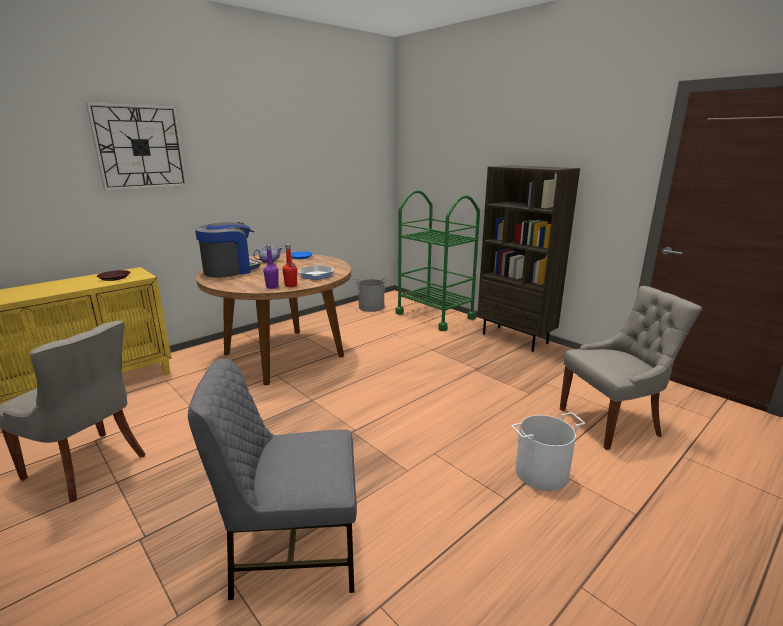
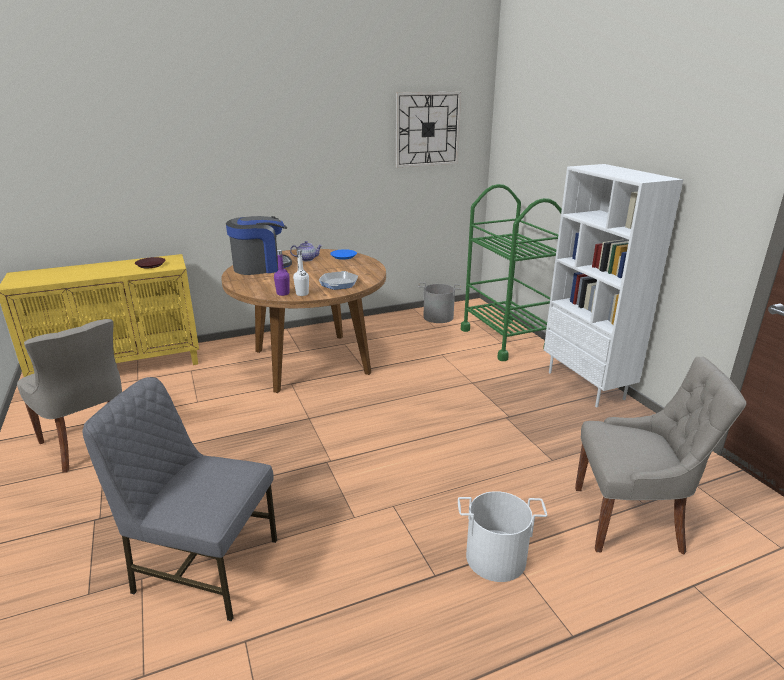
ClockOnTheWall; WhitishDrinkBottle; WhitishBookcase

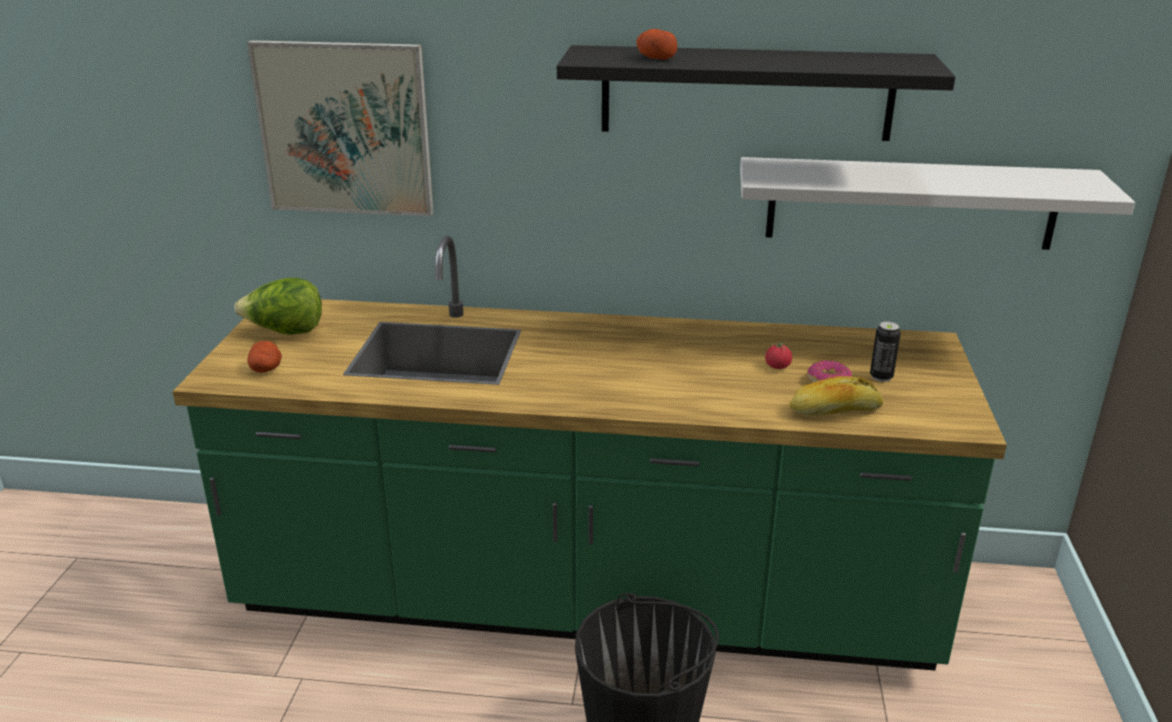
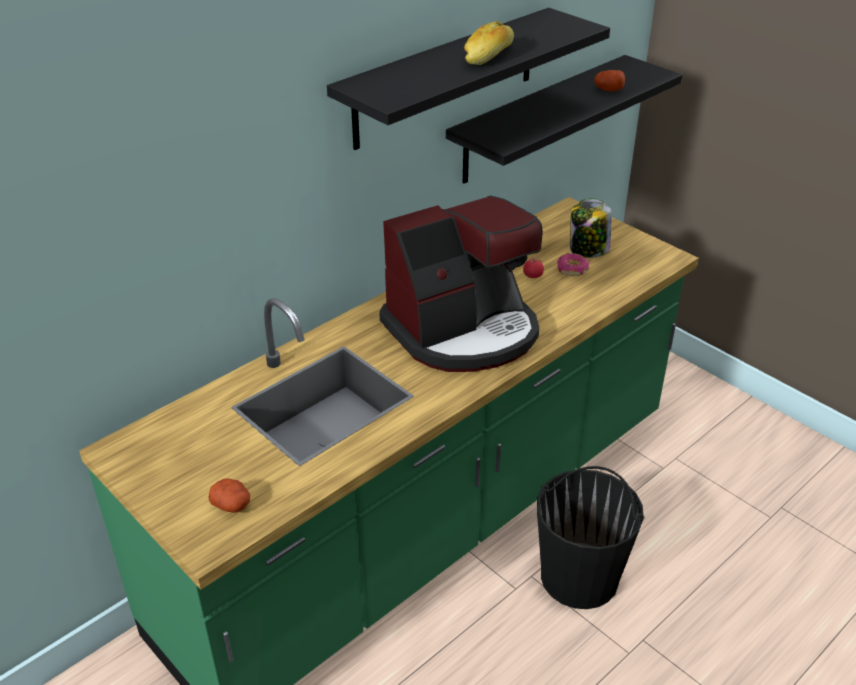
HeadOfLettuce; WallPicture; Spud (2nd from left); BlackishWallShelf (2nd from left); BakedBread; StorageJar; CoffeeMachine

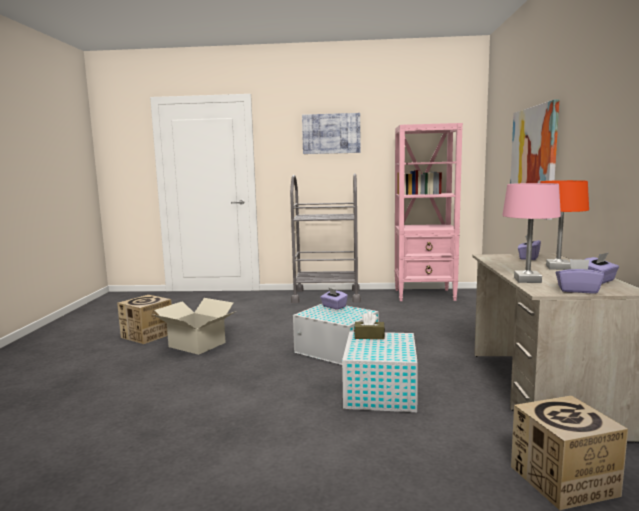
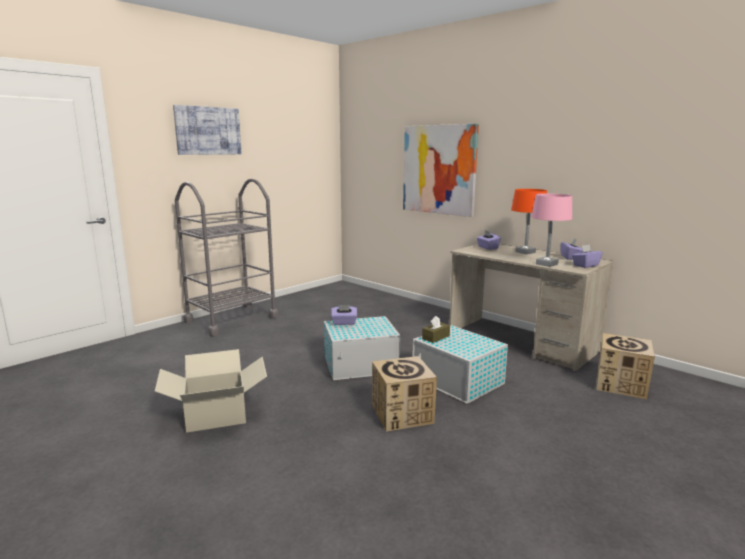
CardboardBox (2nd from left); PinkBookcase

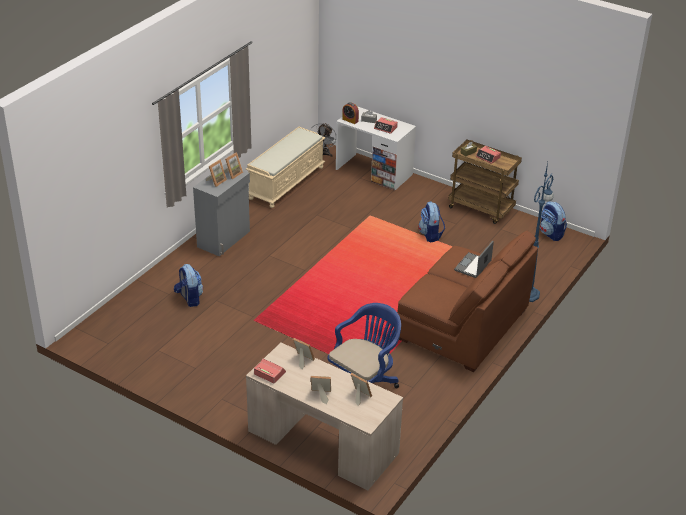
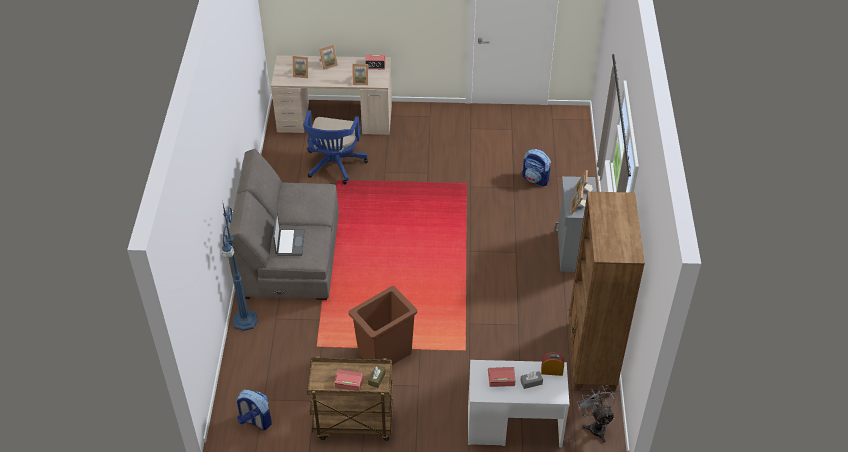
BrownishBookcase; GreyishSettee; BrownishTrashCan

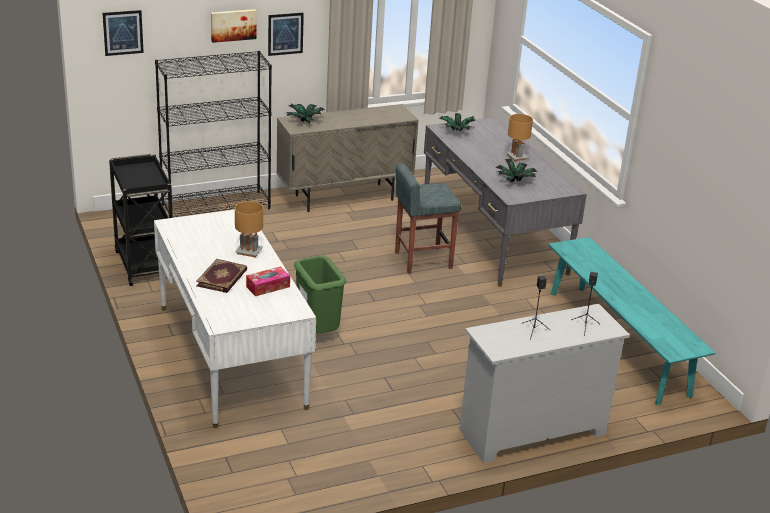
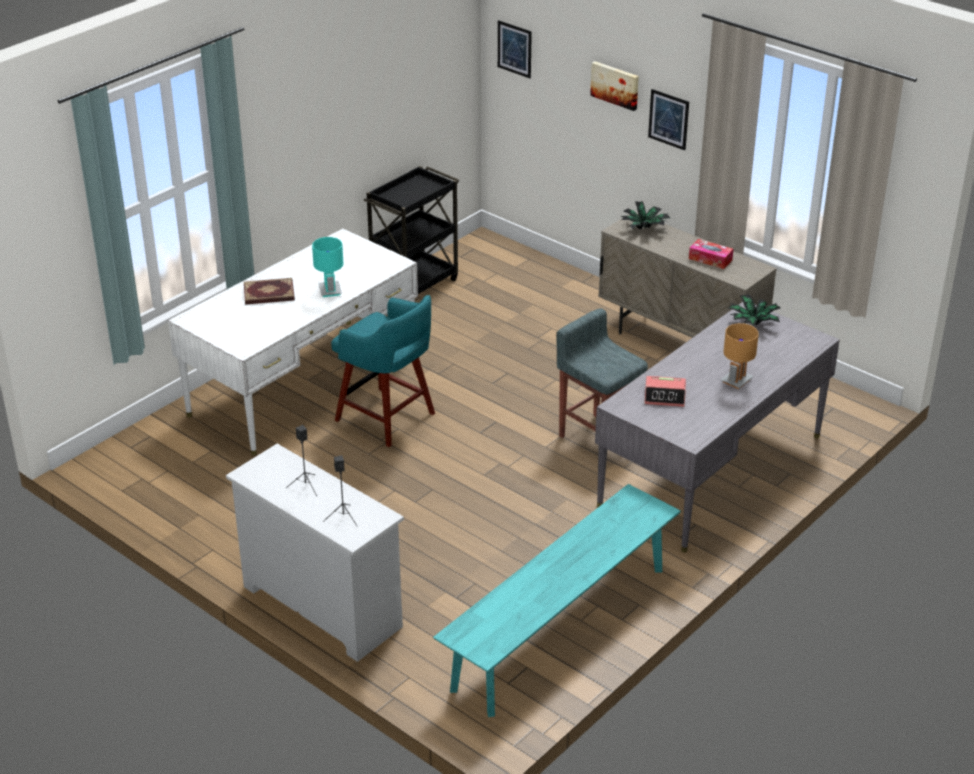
BlackishBookcase; BlueGreenTabletopLamp; TissueHolder; BlueGreenSittingStool; AlarmClock

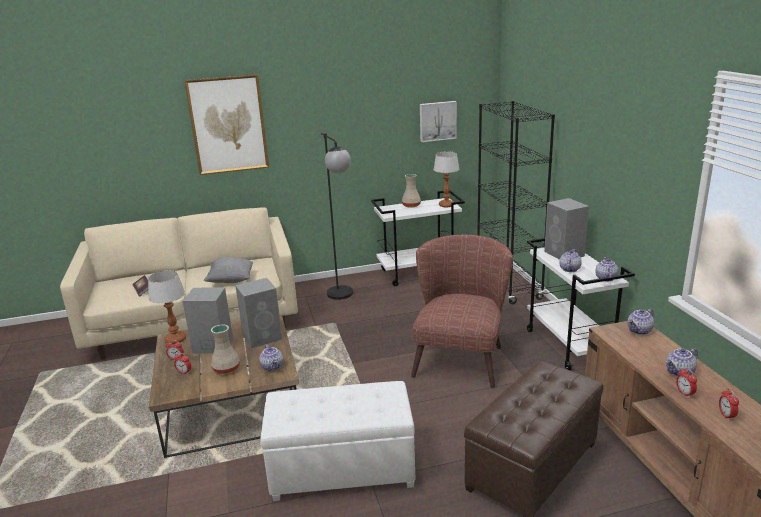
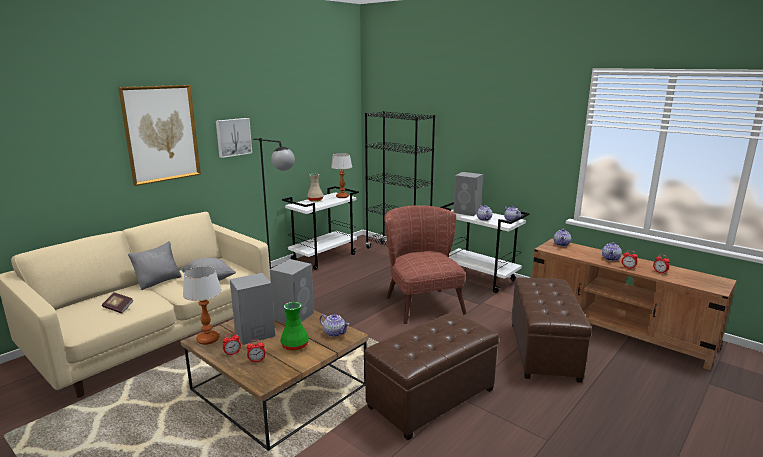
GreenishVase; BrownishFootrest (1st from left); WallPicture (2nd from left); GreyishThrowPillow (1st from left)

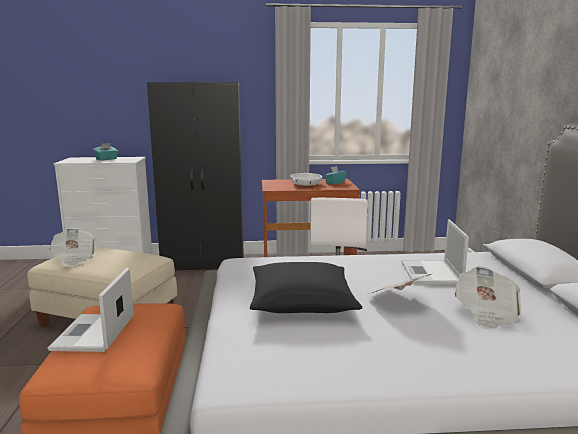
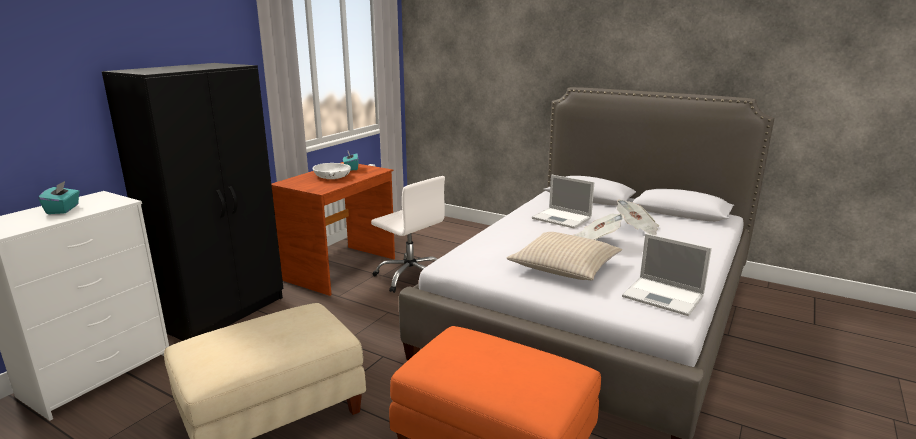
NotebookComputer (2nd from left); Newspaper (1st from left in the first image); BeigeThrowPillow

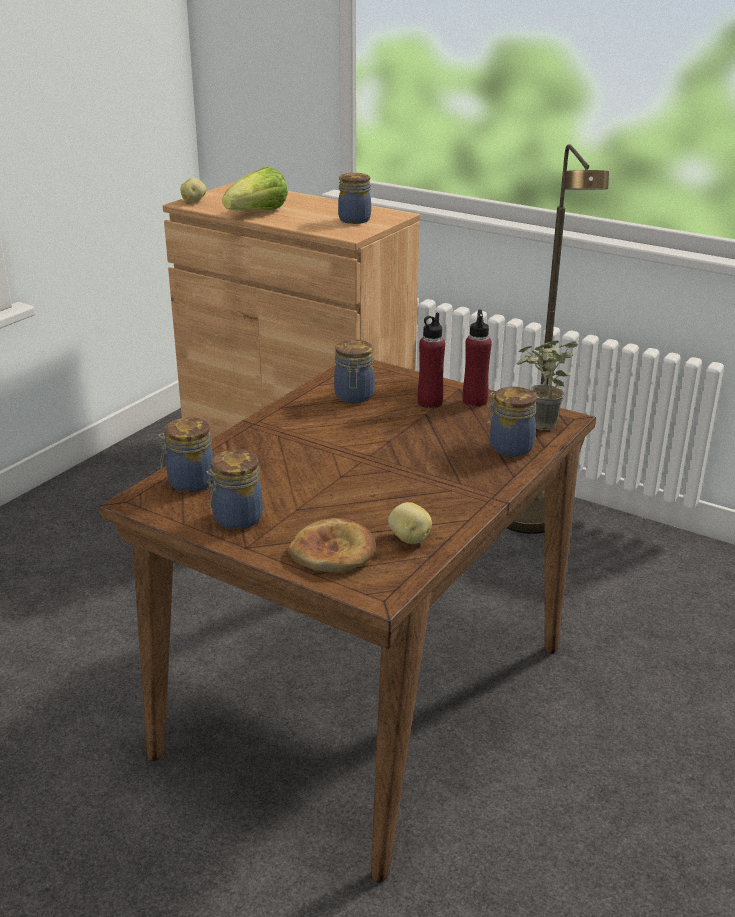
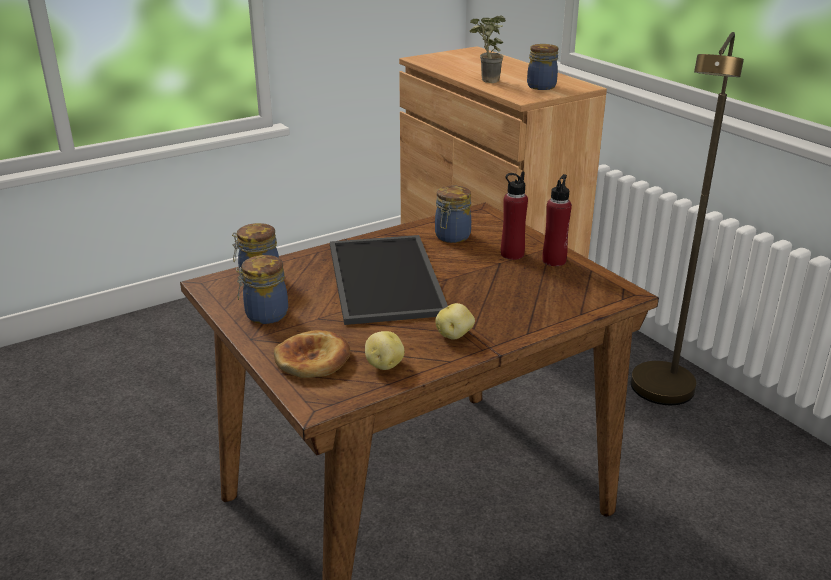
Spud (2nd from left); HeadOfLettuce; StorageJar (5th from left in the first image); Houseplant; CarryingTray

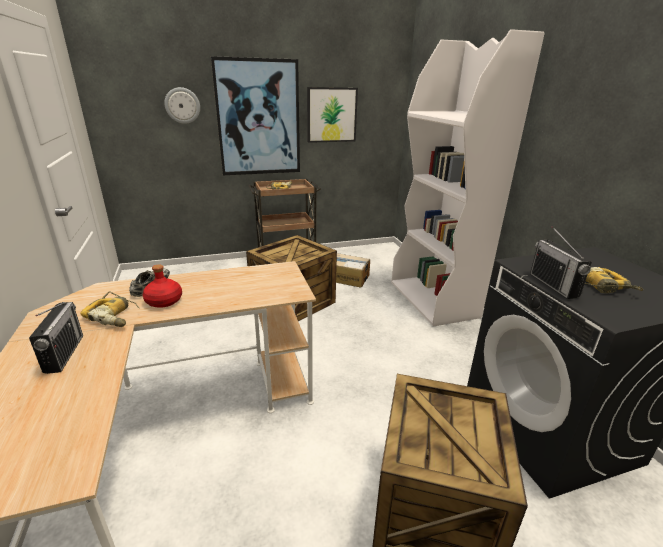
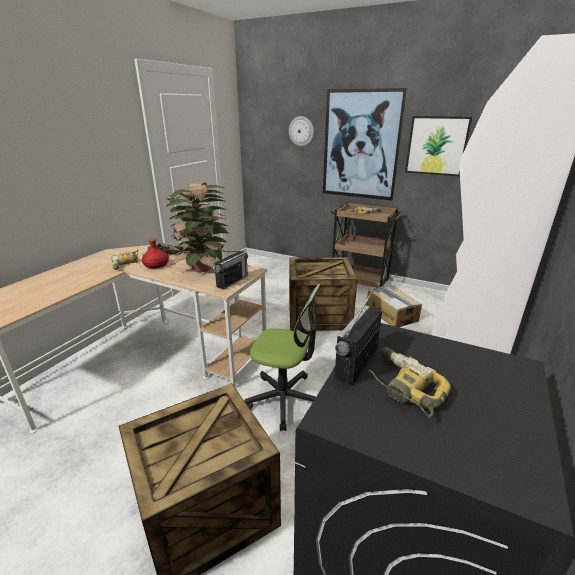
RadioReceiver (1st from left); Houseplant; DeskChair

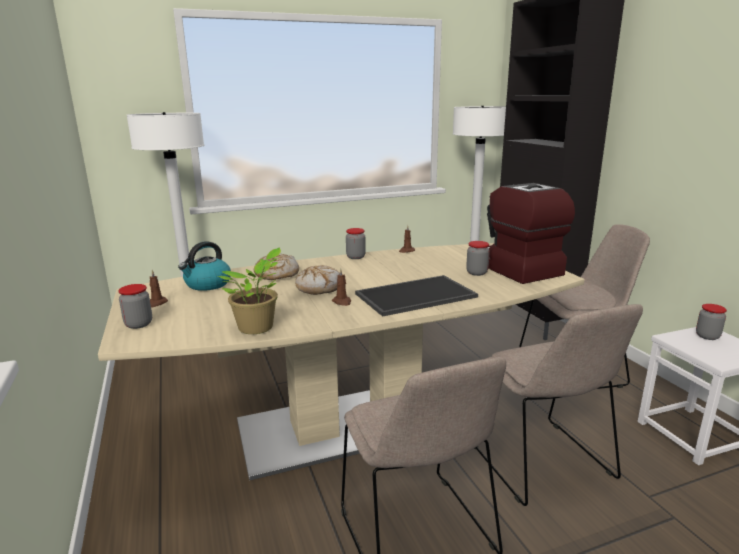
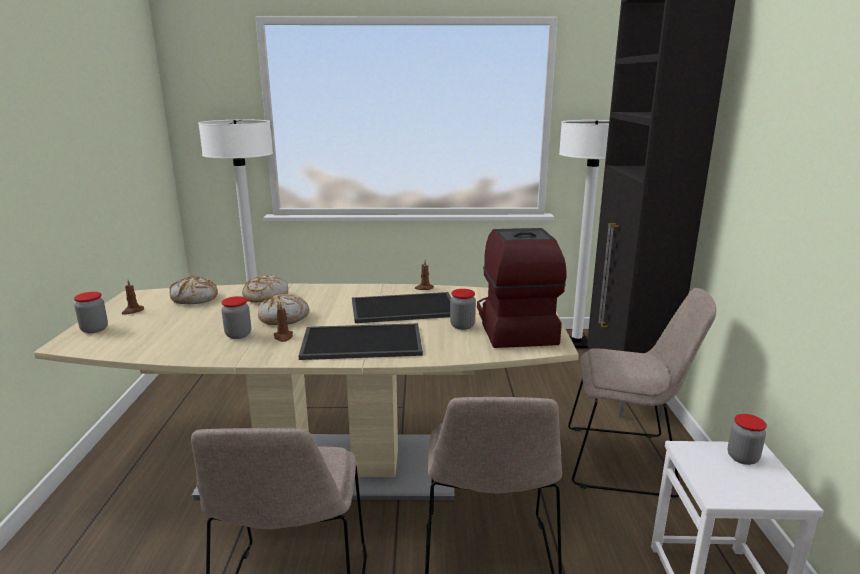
BakedBread (1st from left); Houseplant; StorageJar (2nd from left); CarryingTray (2nd from left)

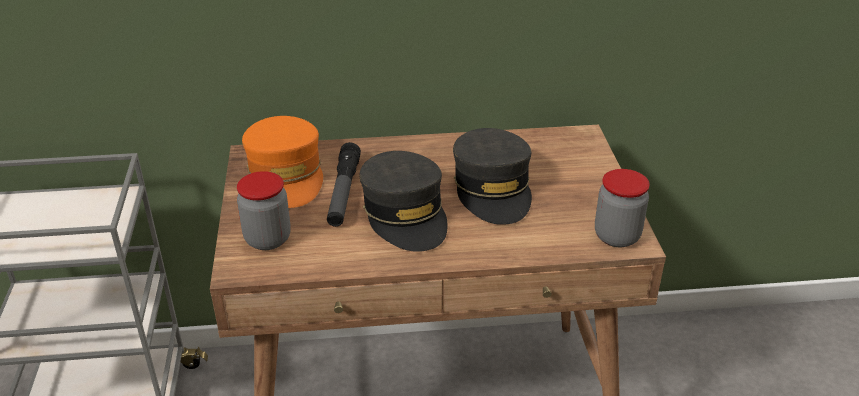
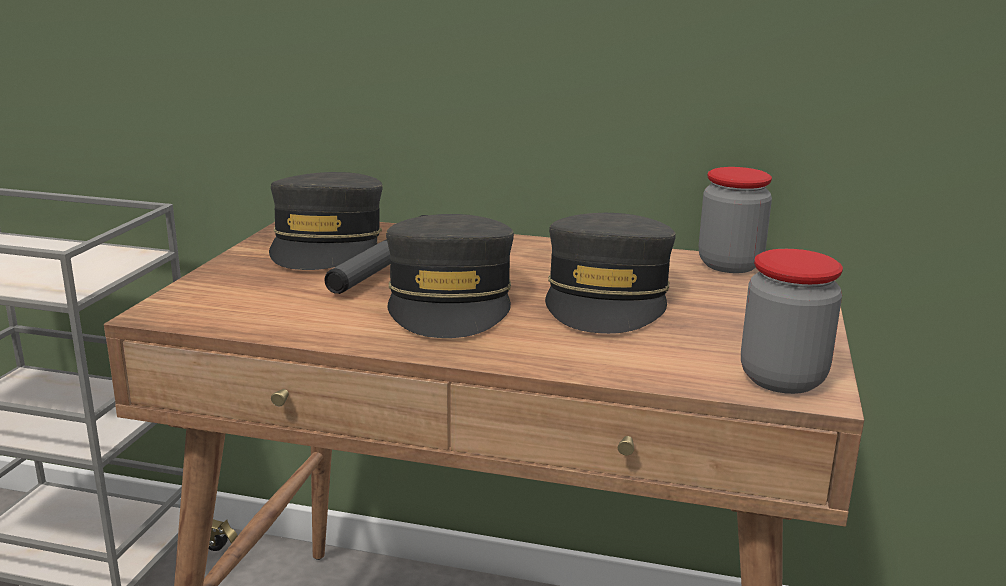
StorageJar (1st from left); GreyishCap (1st from left)

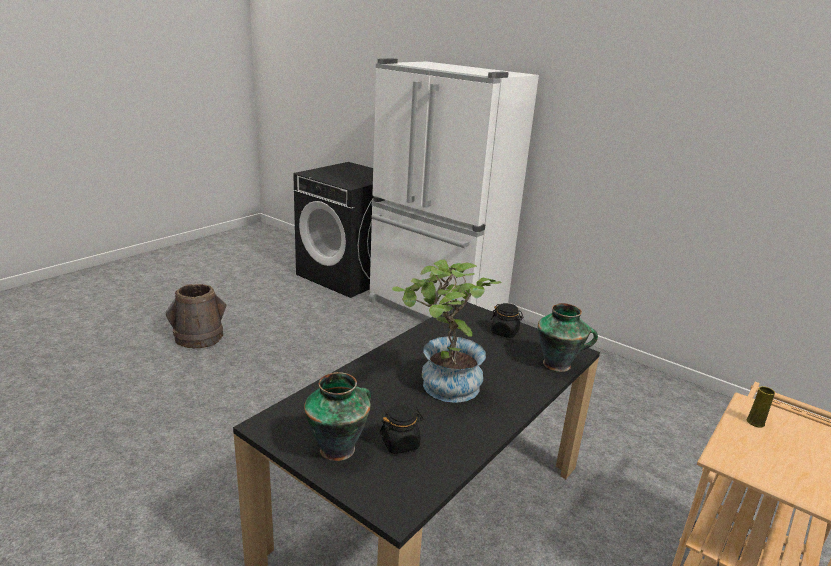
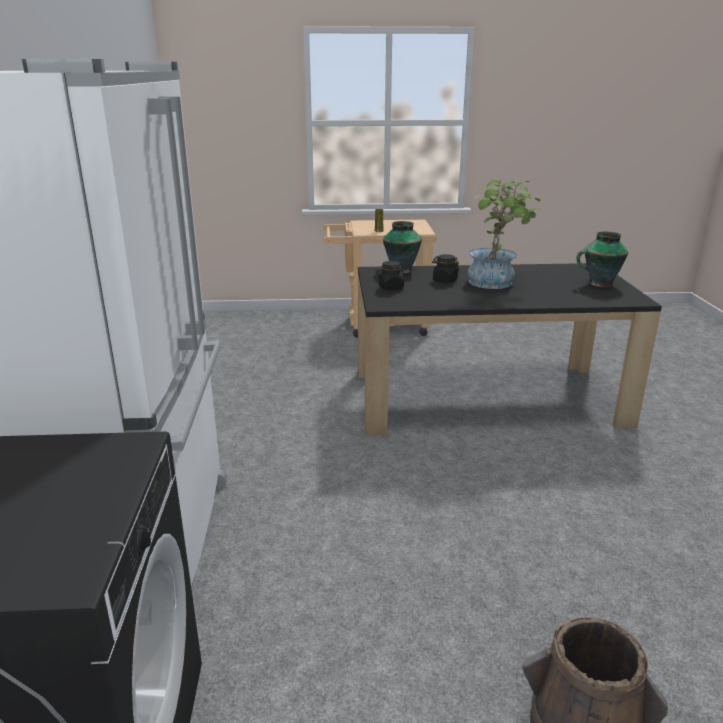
BlackishStorageJar (2nd from left)

